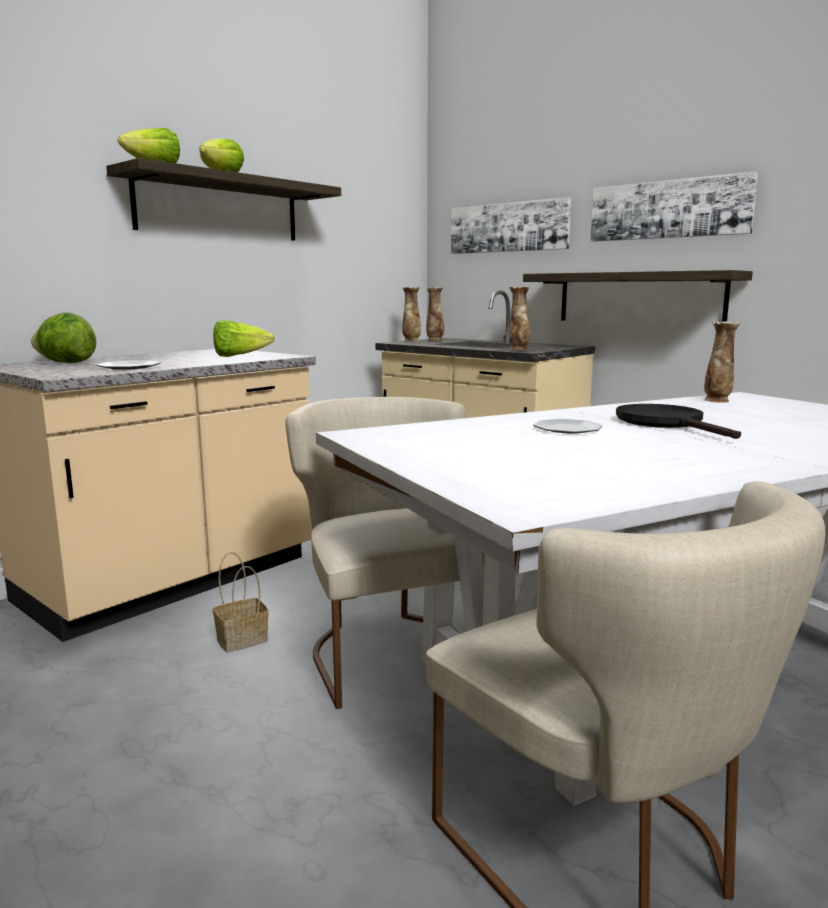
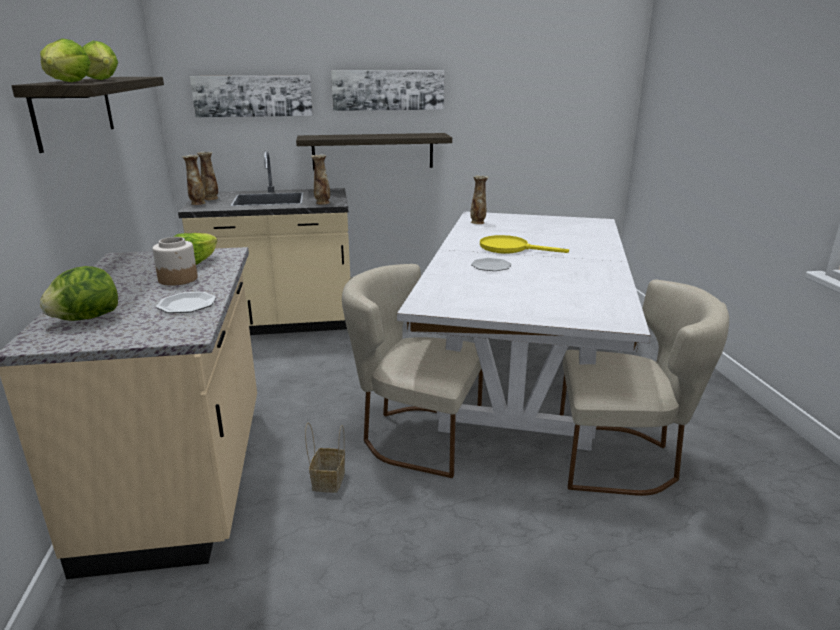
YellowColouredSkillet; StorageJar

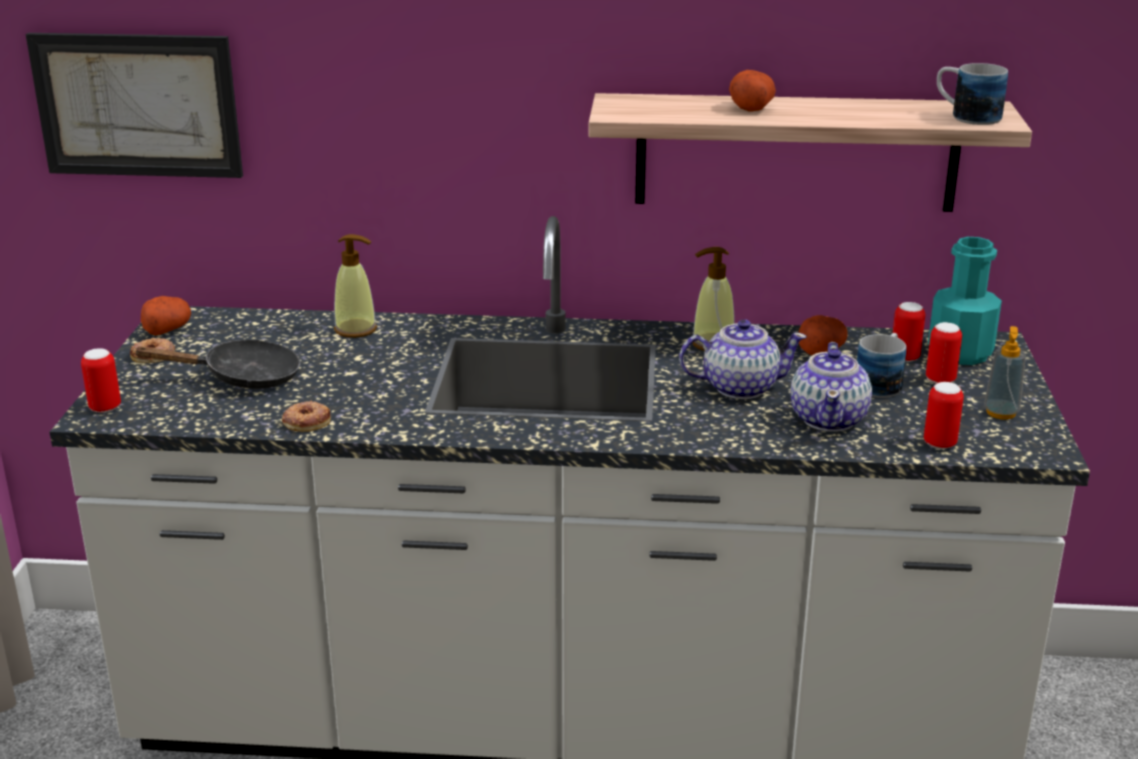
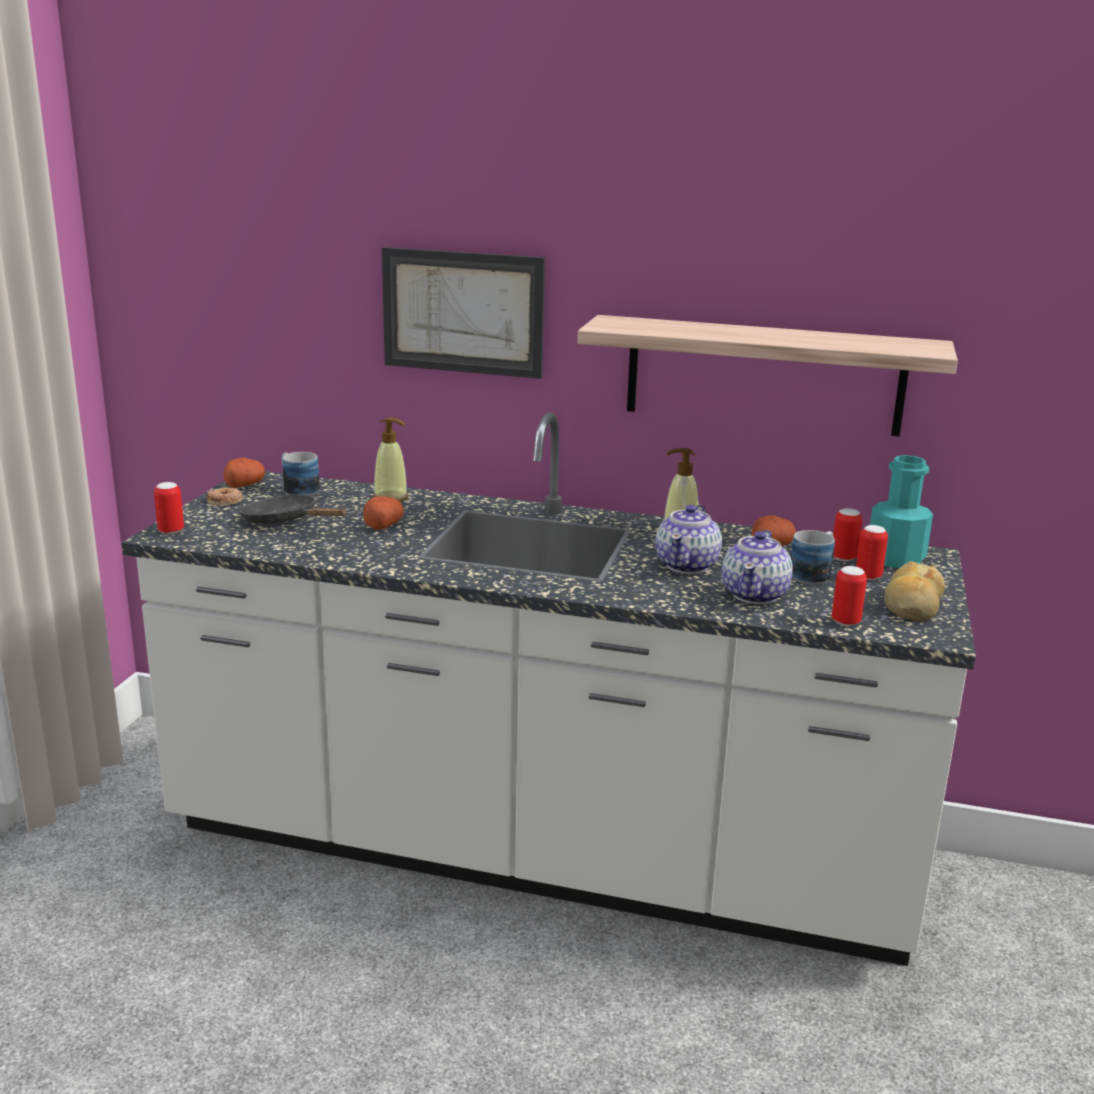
WallPicture; BlackishSkillet; RingDoughnut (2nd from left in the first image); PotForTea (1st from left); Spud (2nd from left); TeaMug (1st from left); BakedBread

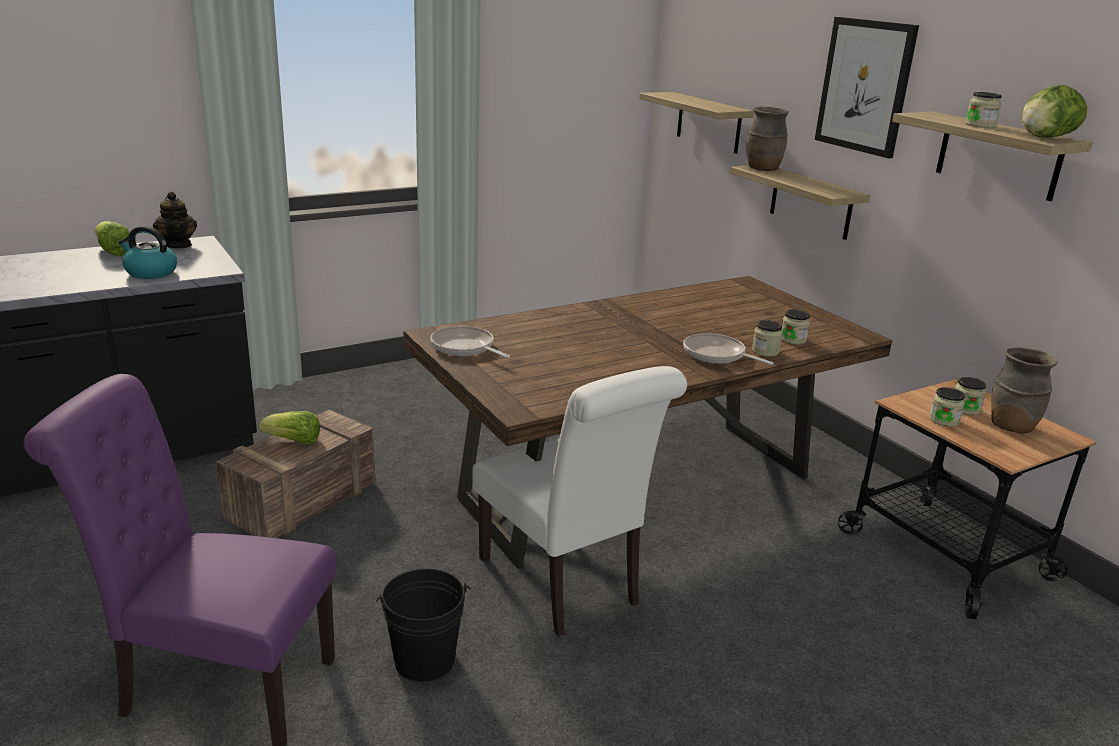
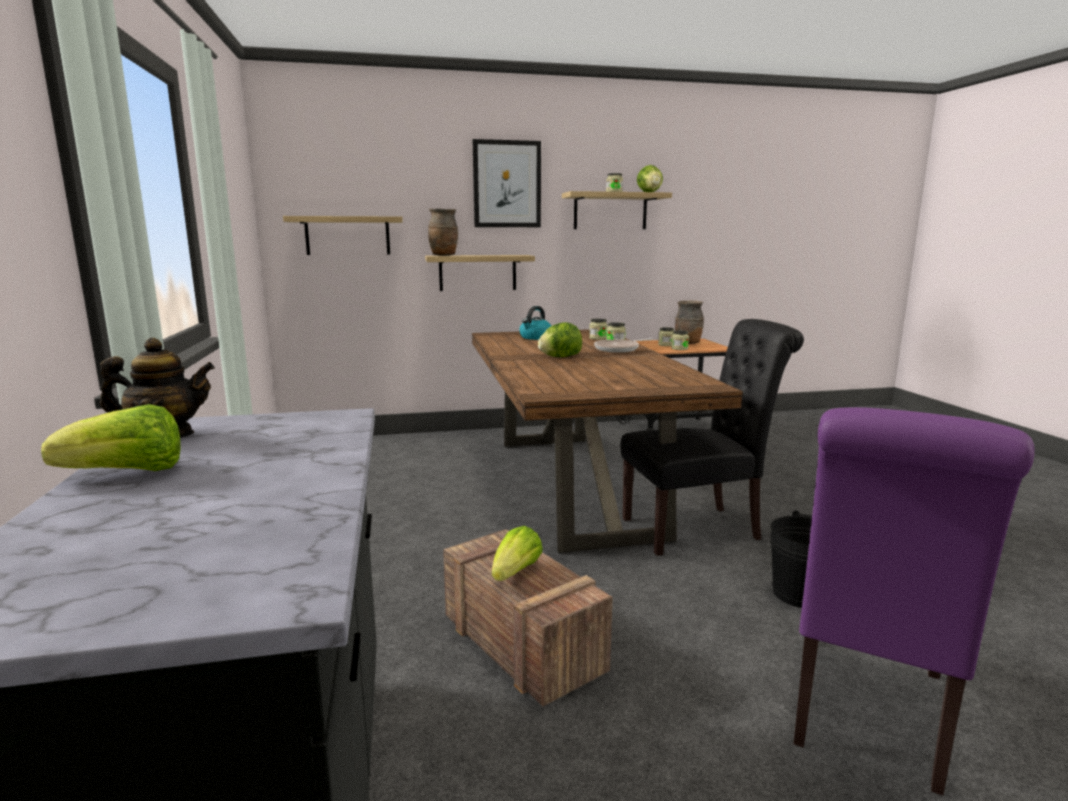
WaterKettle; Skillet (1st from left in the first image); BlackishChair; HeadOfLettuce (3rd from left)

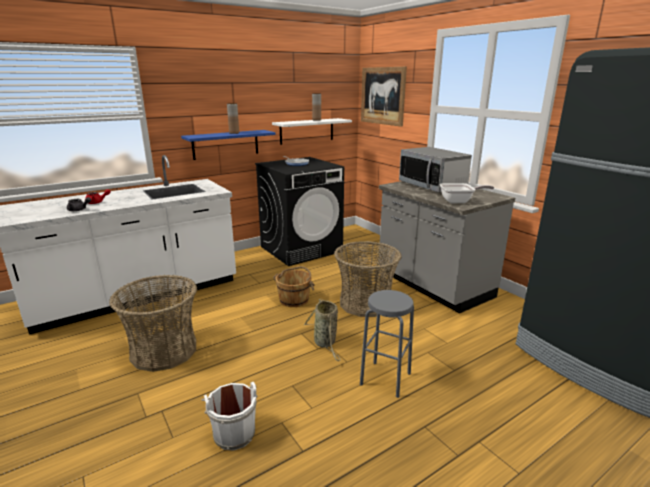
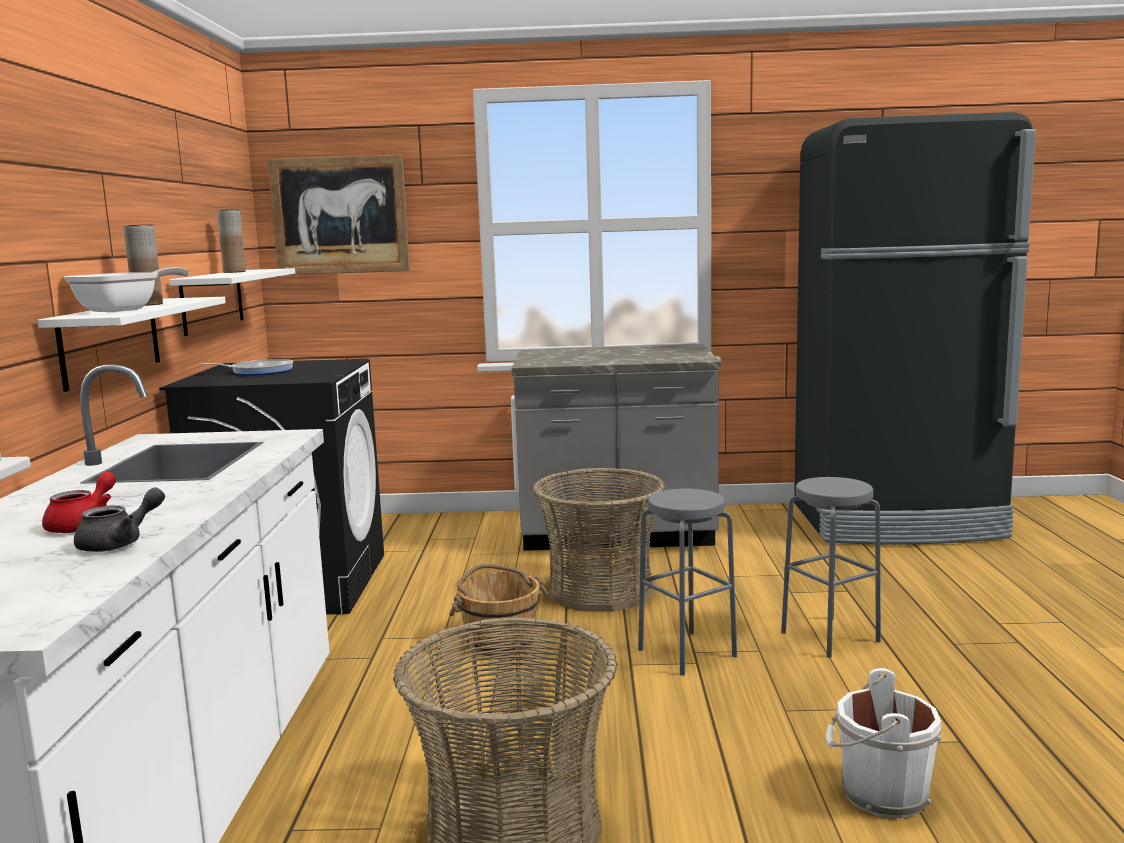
WhitishWallShelf (1st from left); GreyishSittingStool (1st from left); KitchenMicrowave; Skillet (1st from left)

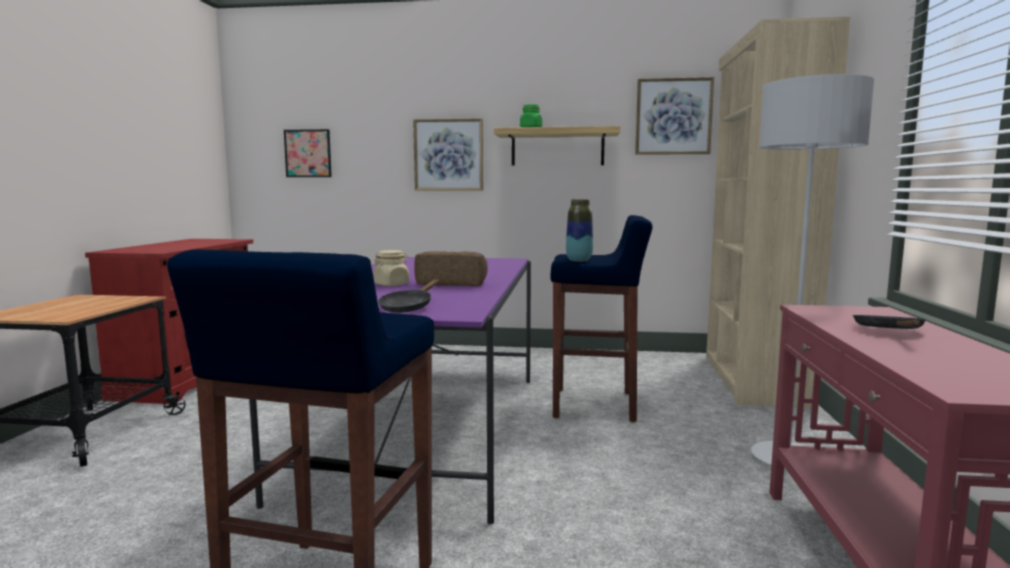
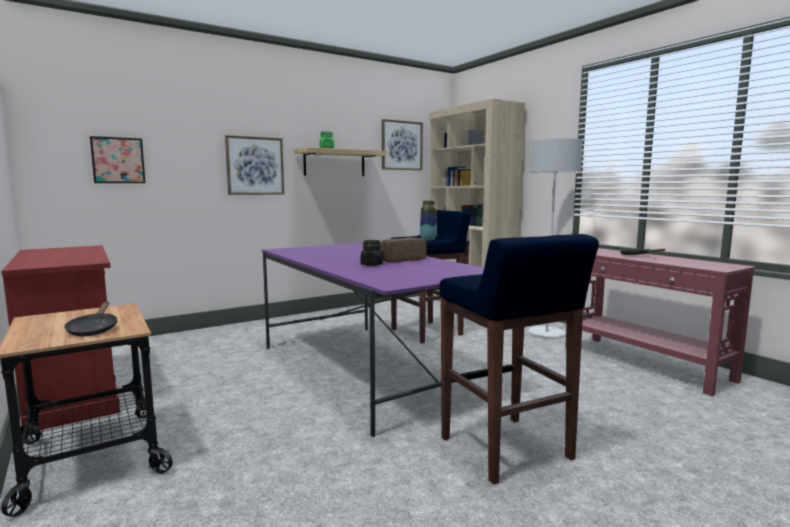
BlackishStorageJar; BlackishSkillet (1st from left)

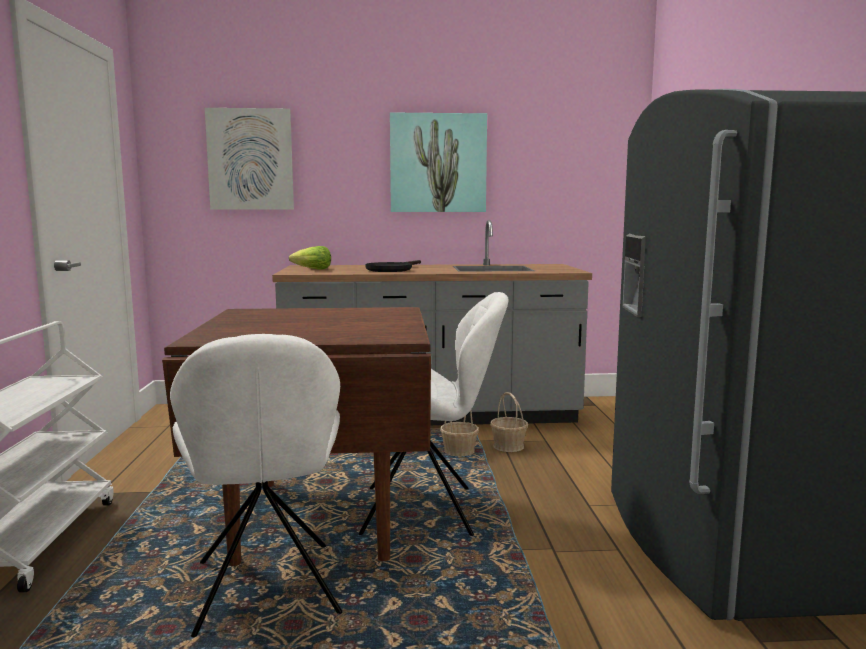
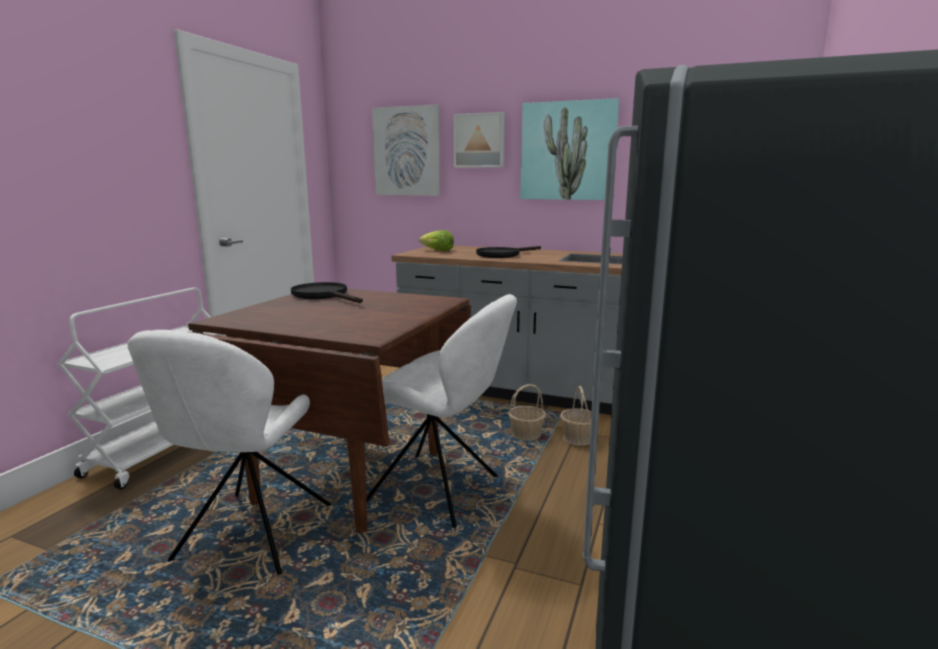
BlackishSkillet (1st from left); WallPicture (2nd from left)

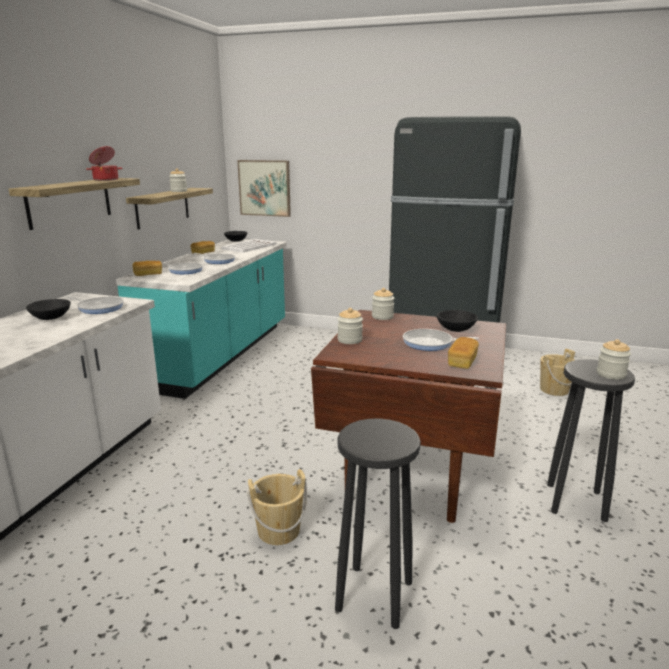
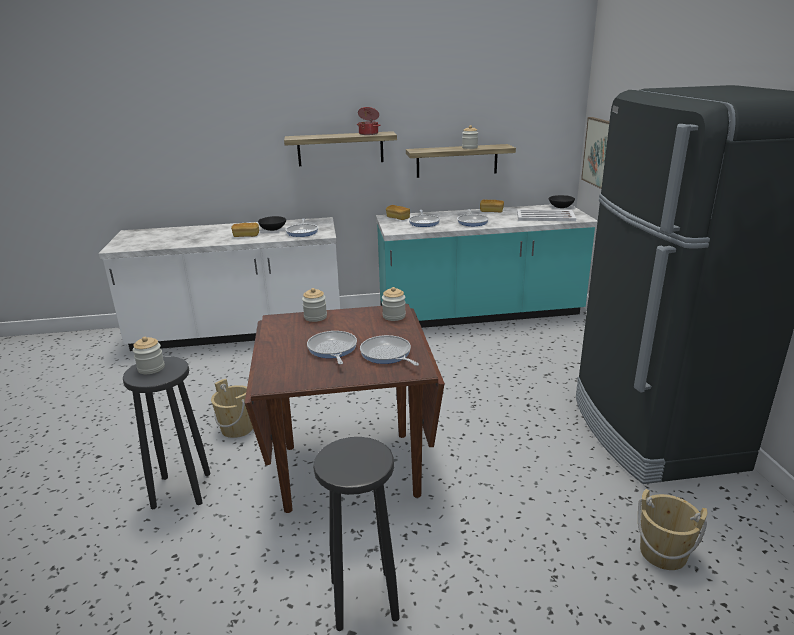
Skillet (3rd from left); BakedBread (1st from left); StorageJar (1st from left)

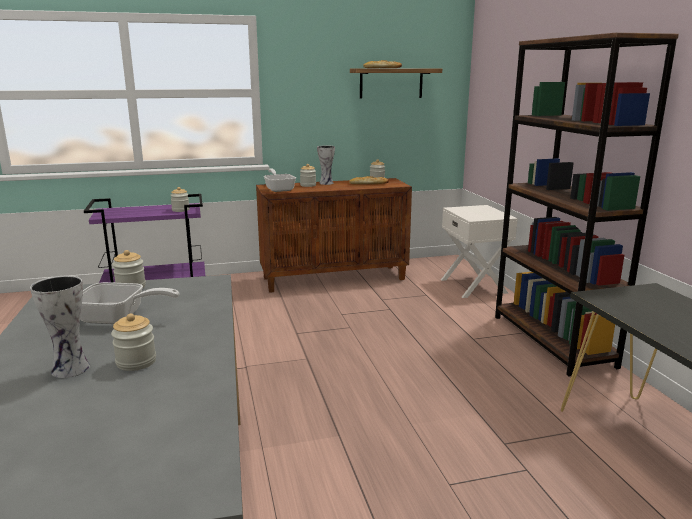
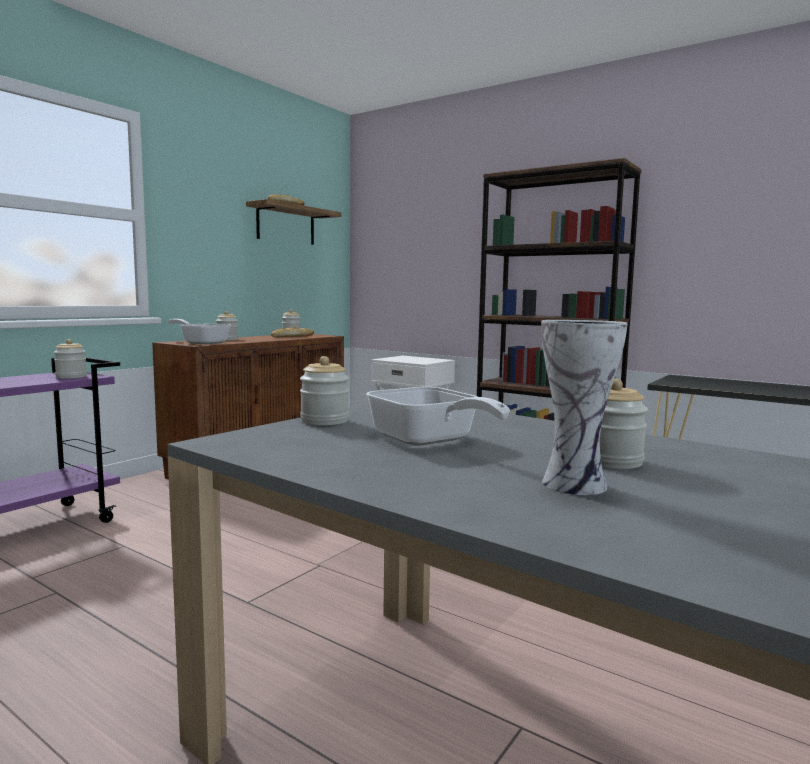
Skillet (2nd from left); Vase (2nd from left in the first image)

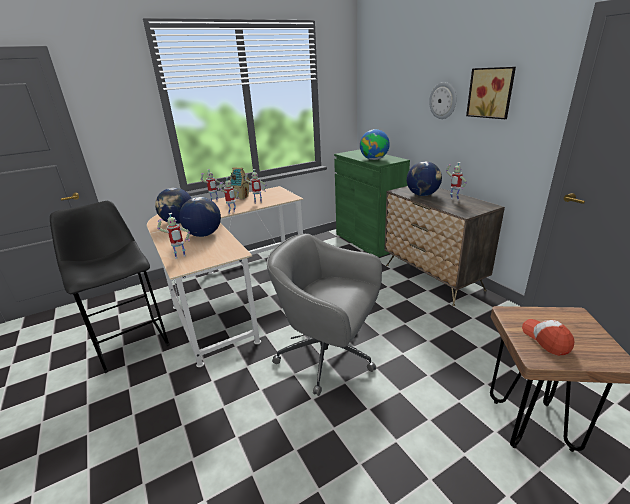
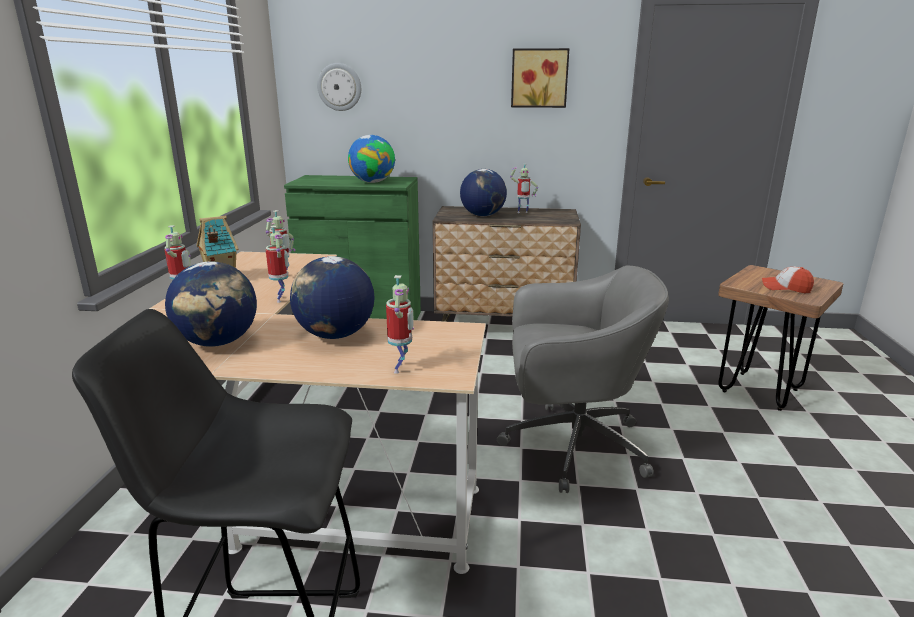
GreyishDeskChair; ClockOnTheWall

